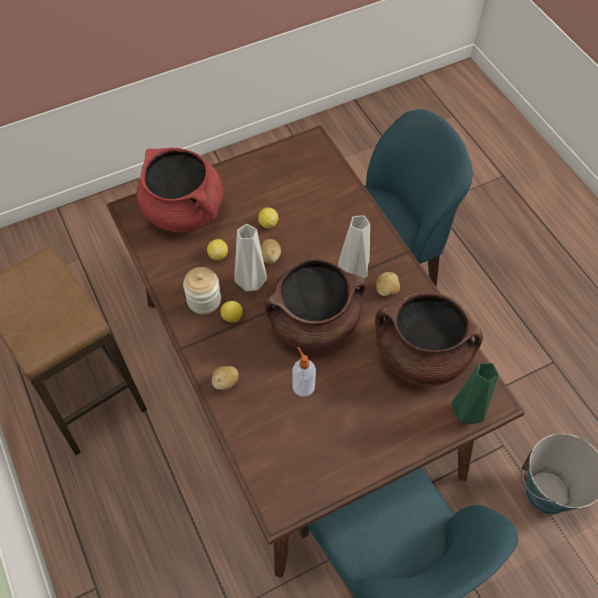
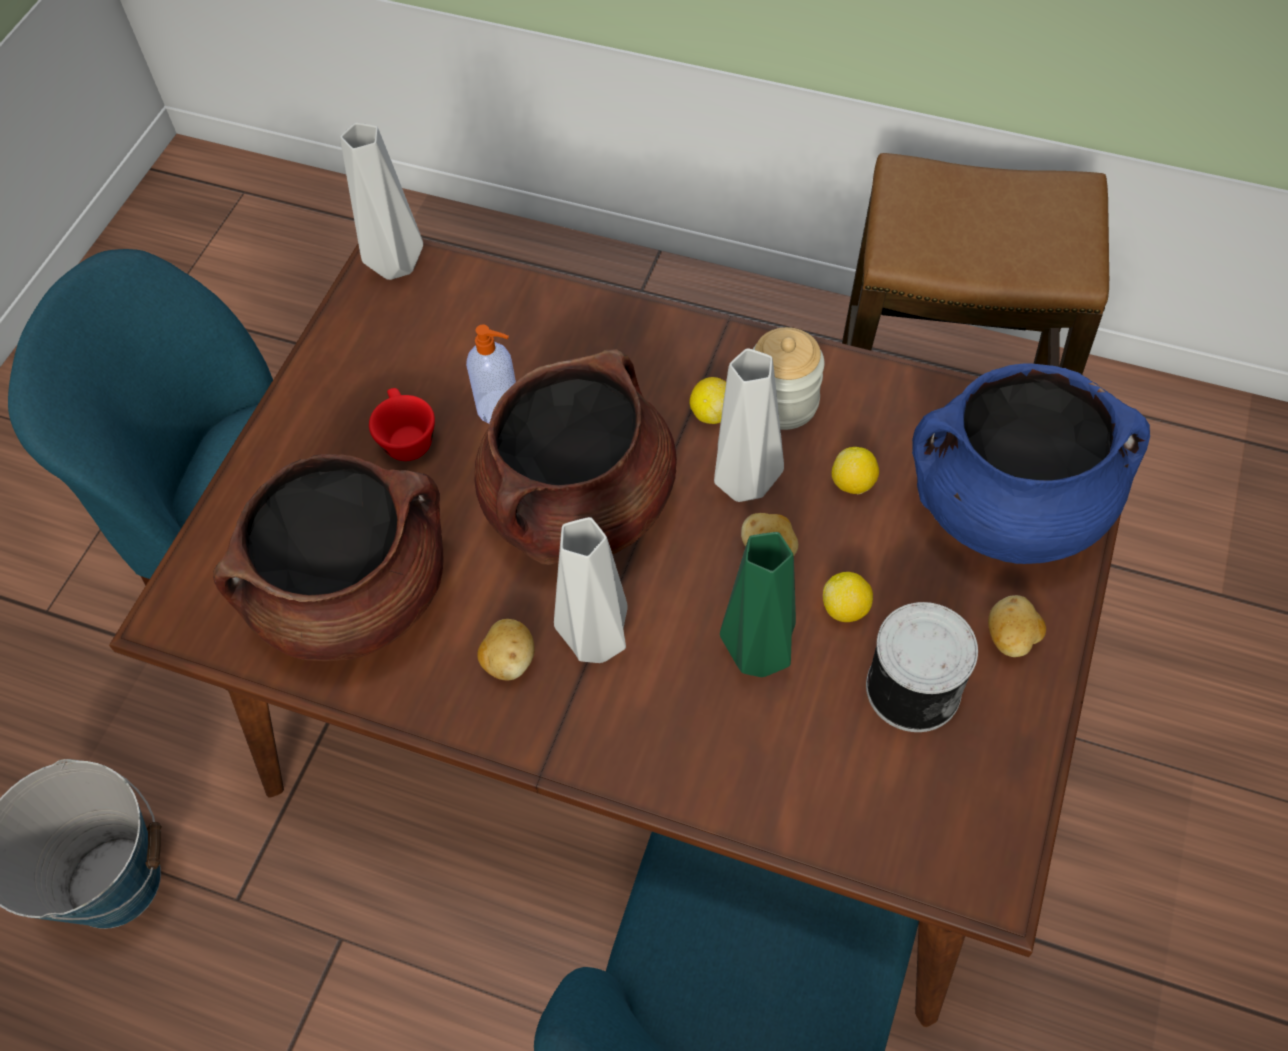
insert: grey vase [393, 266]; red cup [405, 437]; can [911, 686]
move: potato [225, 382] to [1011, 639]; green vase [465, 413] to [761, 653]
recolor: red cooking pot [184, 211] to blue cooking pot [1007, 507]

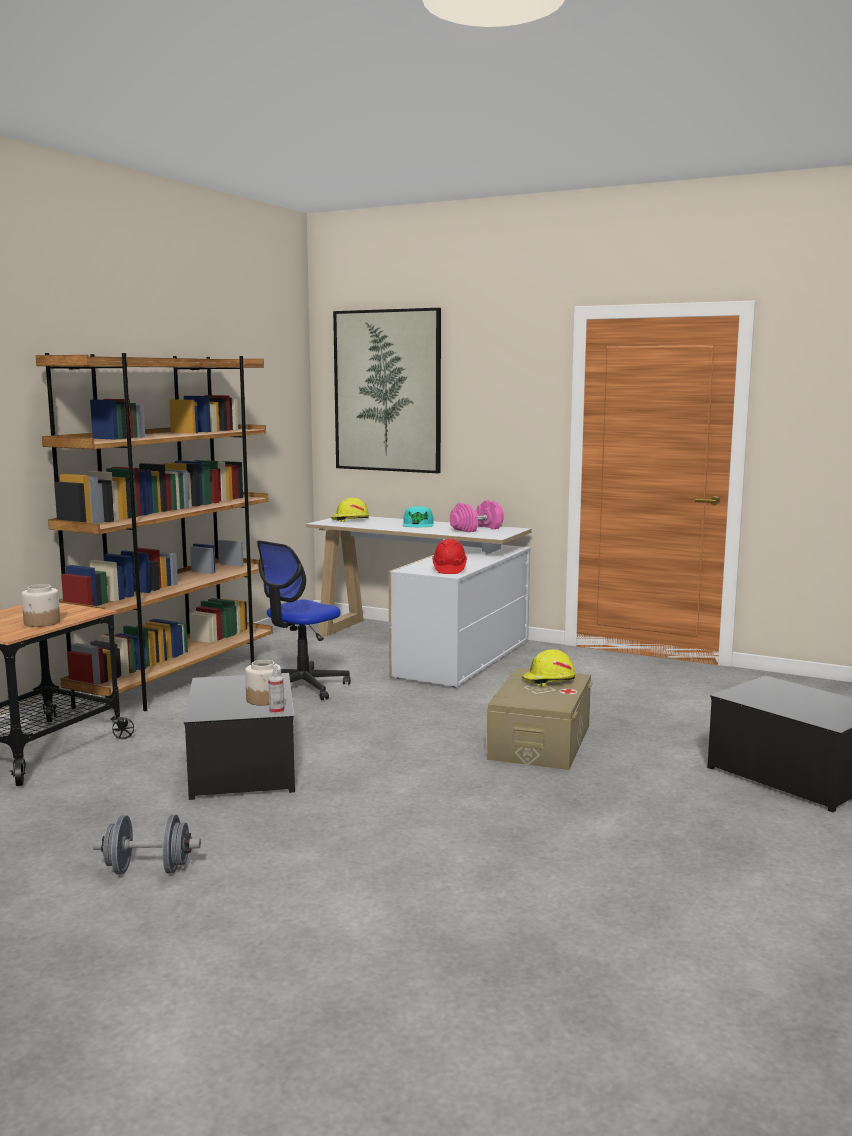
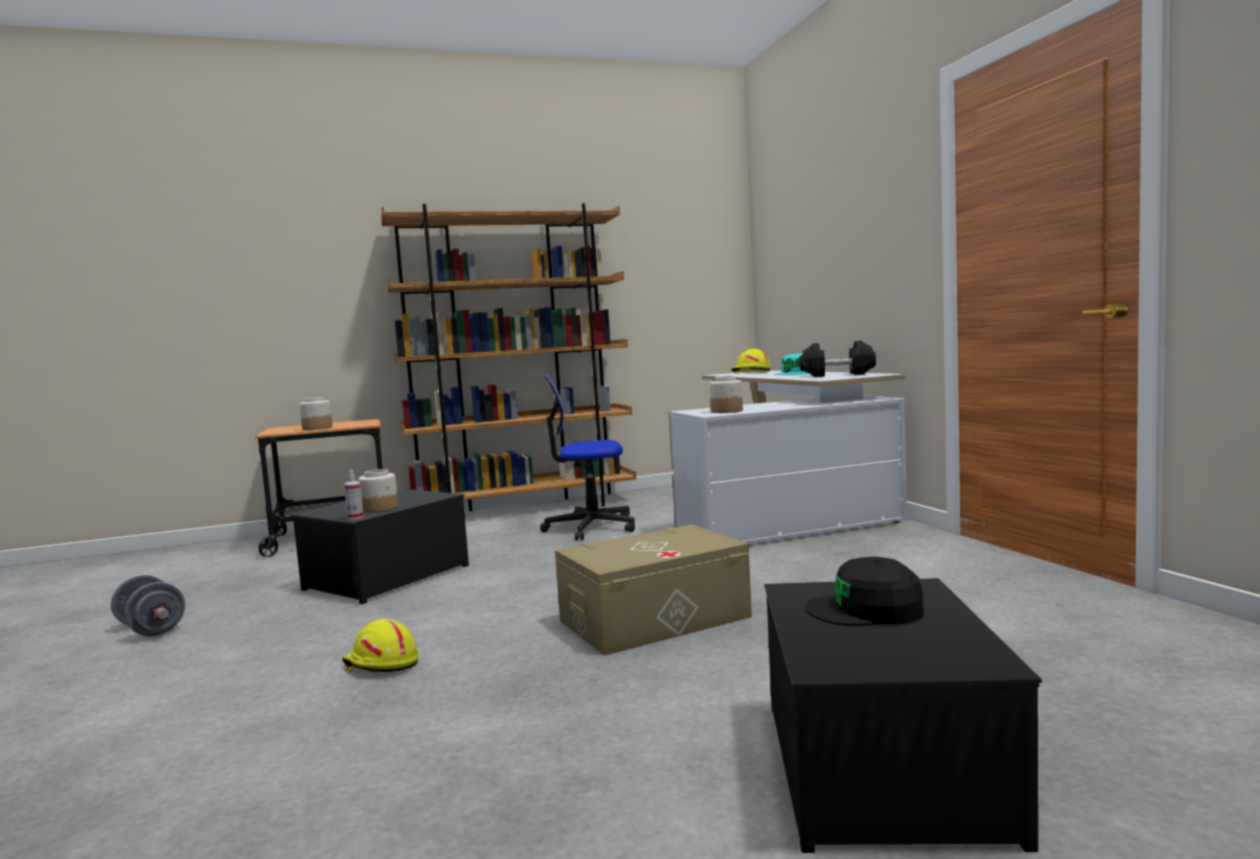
delete: picture [387, 391]
insert: black cap [866, 610]
move: yellow hard hat [548, 680] to [380, 665]
replace: red hard hat [449, 569] to jar [726, 411]
recolor: pink dumbbell [476, 529] to black dumbbell [837, 375]

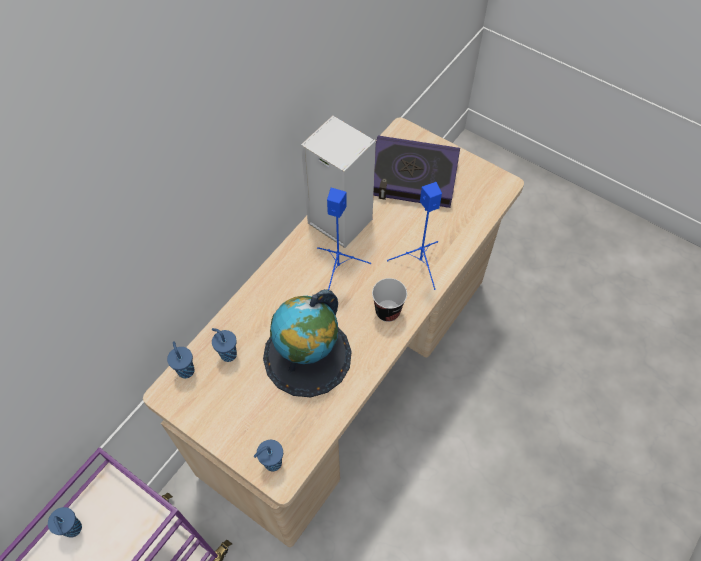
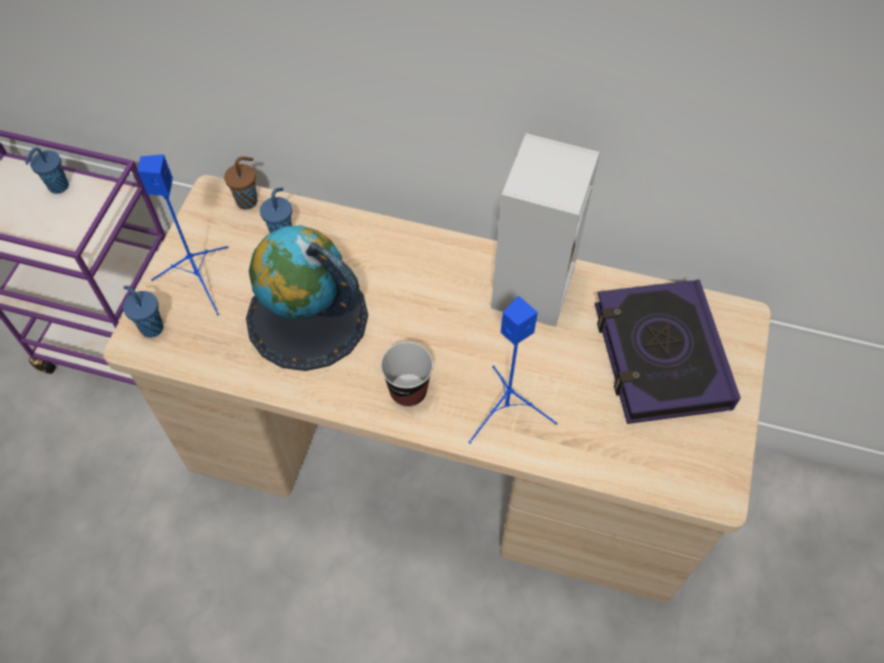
move: blue speaker [337, 268] to [199, 279]
recolor: blue cup [185, 370] to brown cup [248, 201]

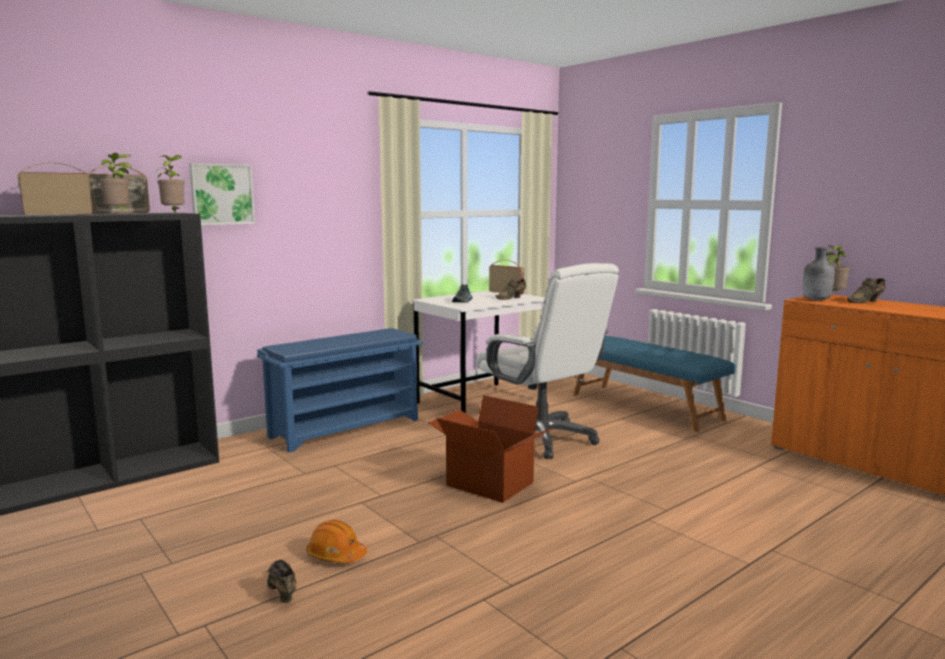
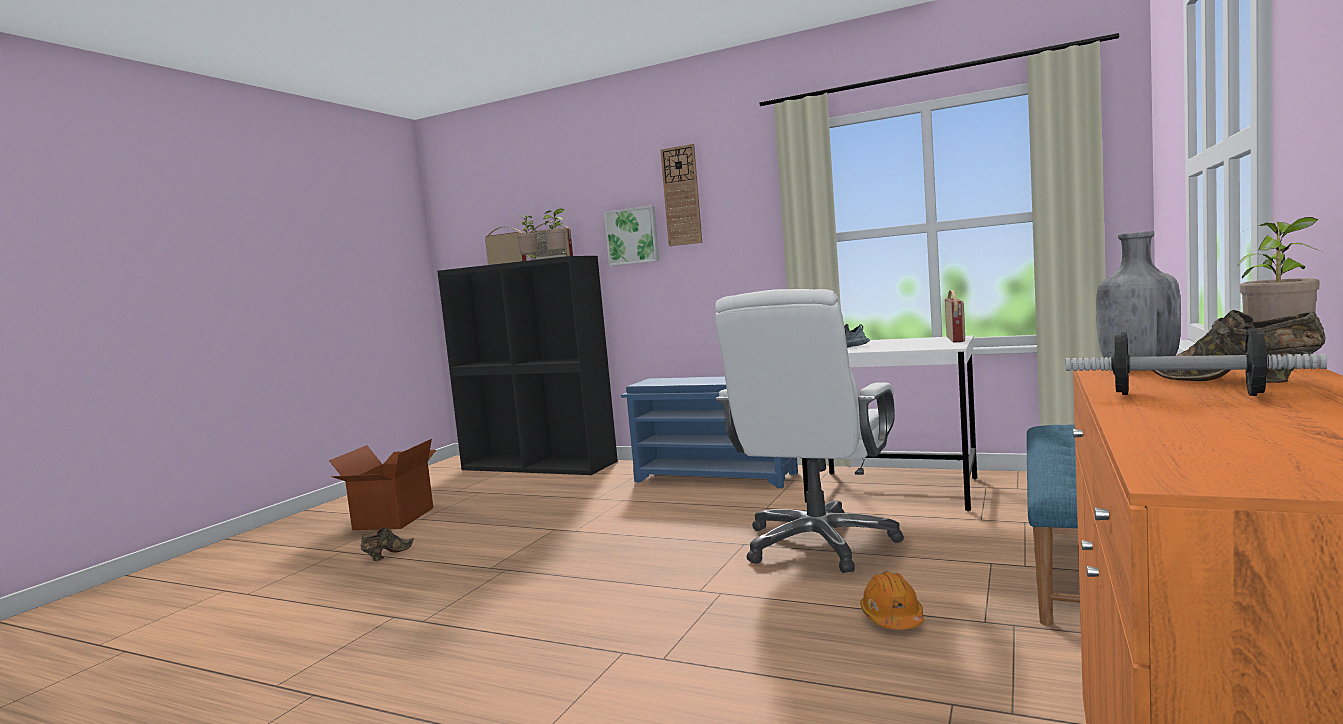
delete: brown shoe [512, 298]
insert: wall clock [681, 196]; dumbbell [1186, 395]
move: orange hard hat [336, 555] to [892, 618]; cardboard box [488, 484] to [392, 518]

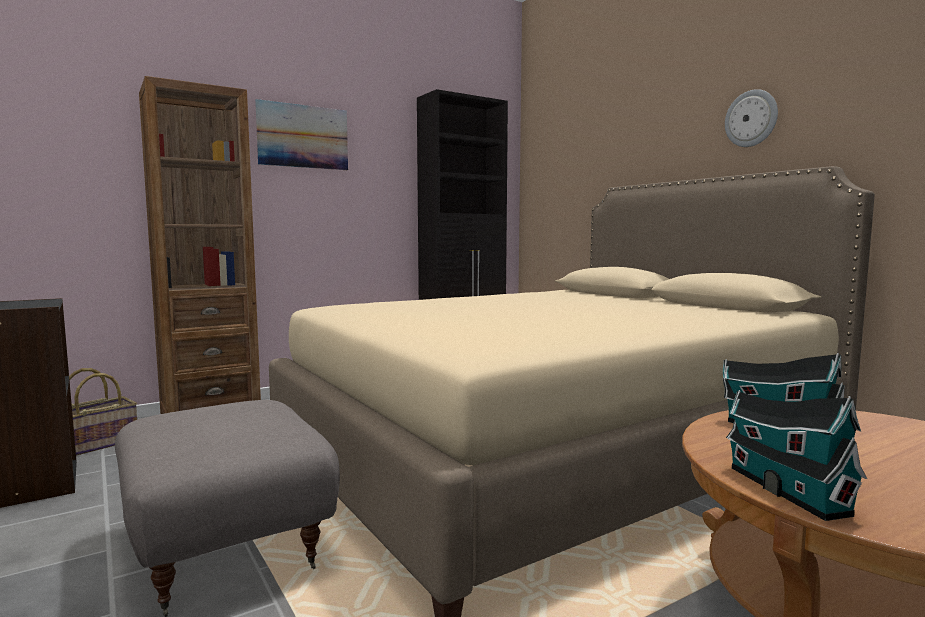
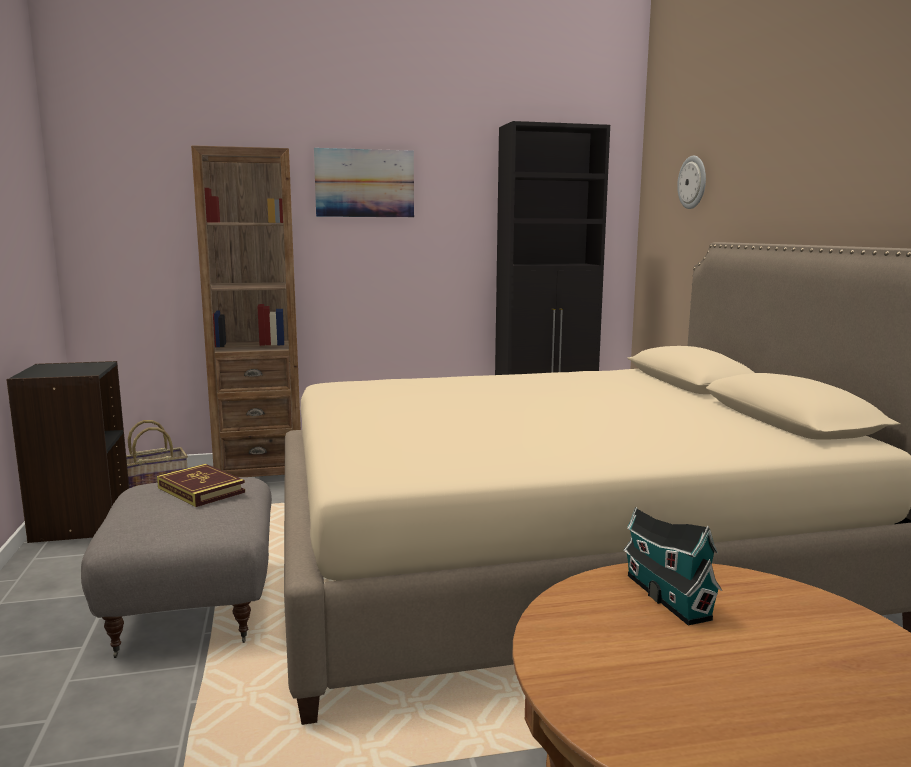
delete: toy house [783, 488]
insert: book [201, 490]
move: wall clock [751, 118] to [693, 182]

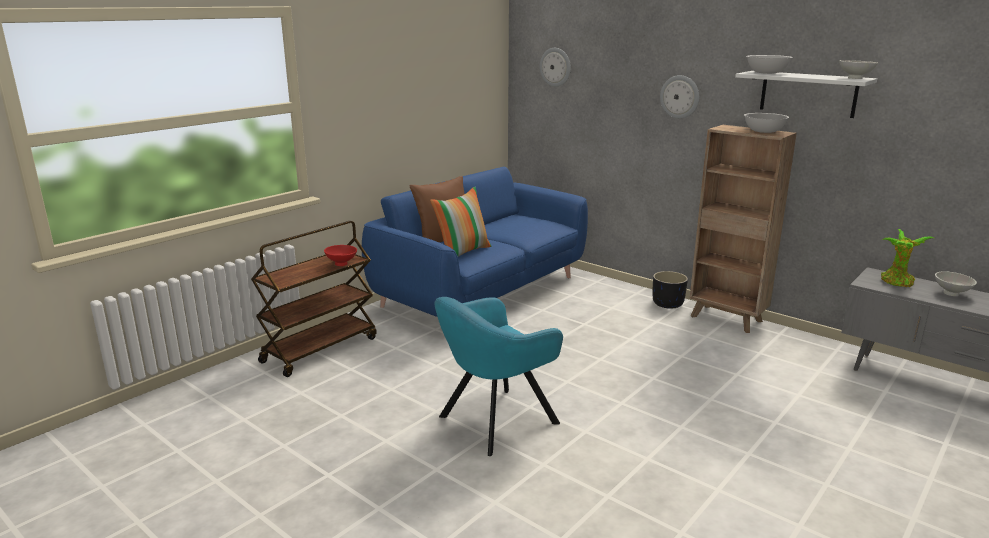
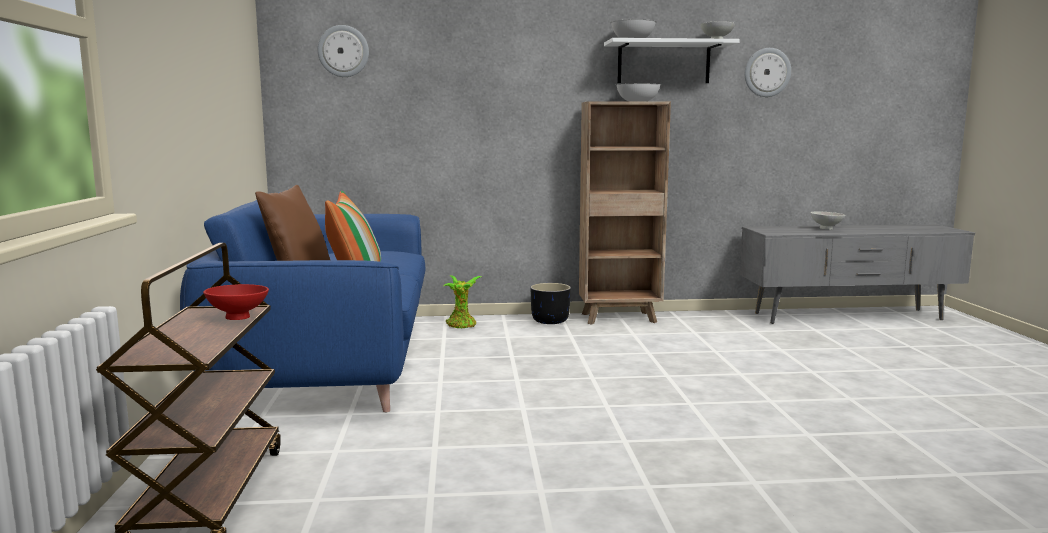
delete: turquoise armchair [494, 421]
move: wall clock [680, 97] to [767, 72]; potted plant [897, 282] to [462, 325]

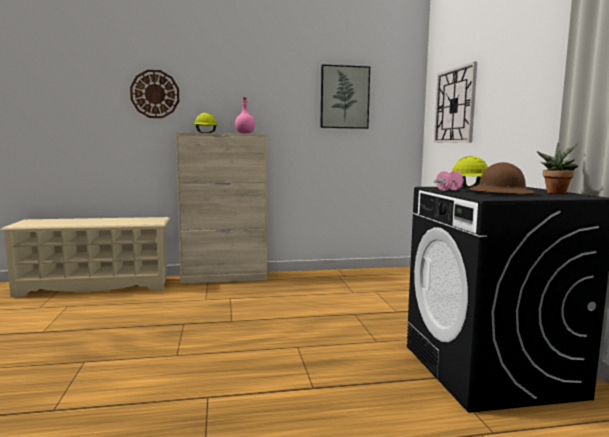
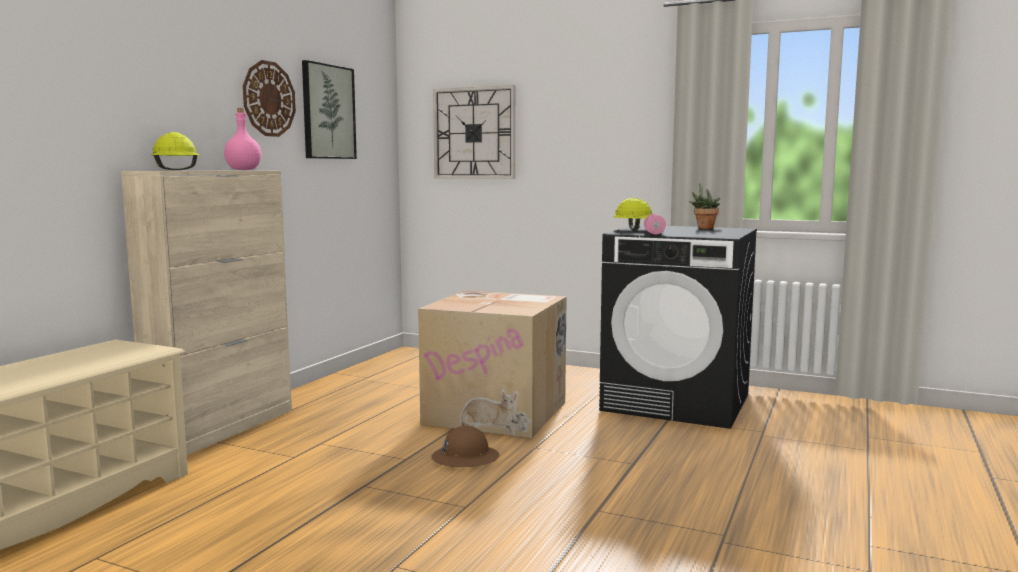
insert: cardboard box [498, 412]
move: wall clock [155, 94] to [268, 99]; brown hard hat [501, 193] to [465, 458]

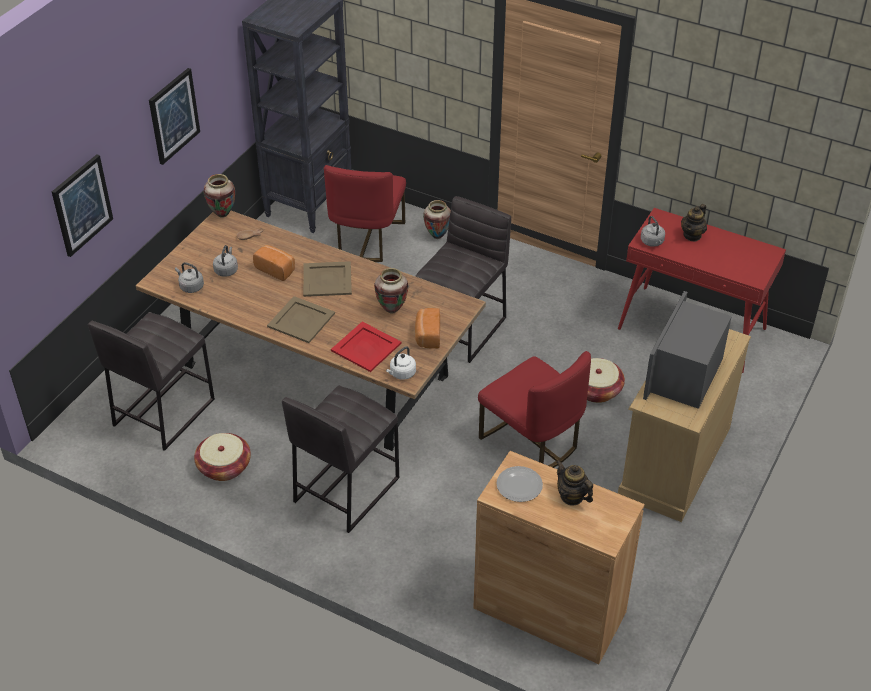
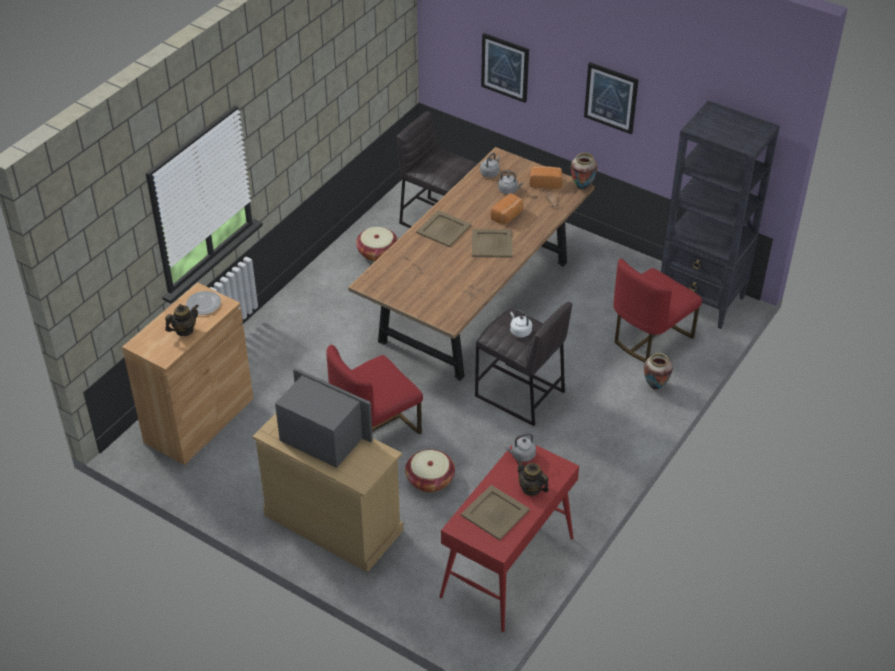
delete: grey stool [345, 489]; red tray [366, 347]; vase [392, 310]
insert: beige tray [495, 512]
move: white kettle [401, 374] to [519, 331]; bread [427, 336] to [545, 183]
rotate: red chair [367, 239] = [649, 337] 60 degrees counterclockwise

